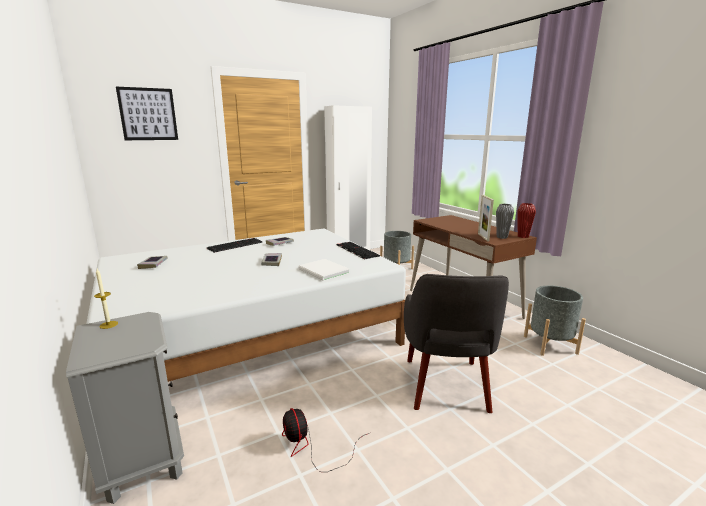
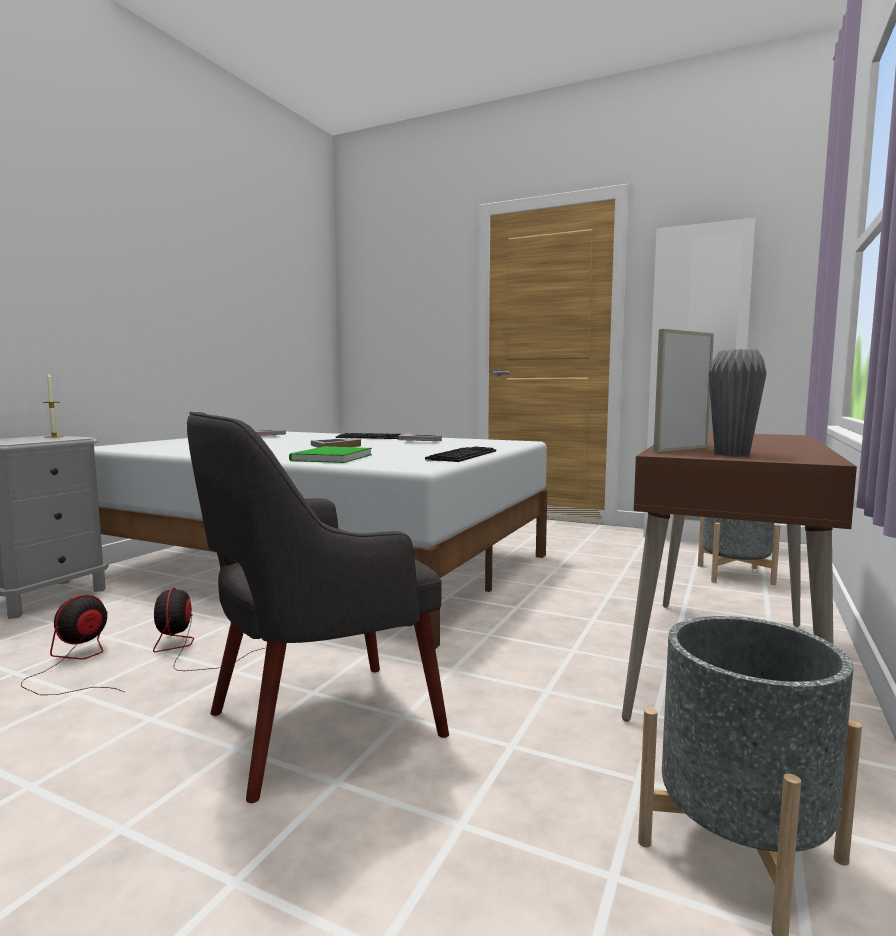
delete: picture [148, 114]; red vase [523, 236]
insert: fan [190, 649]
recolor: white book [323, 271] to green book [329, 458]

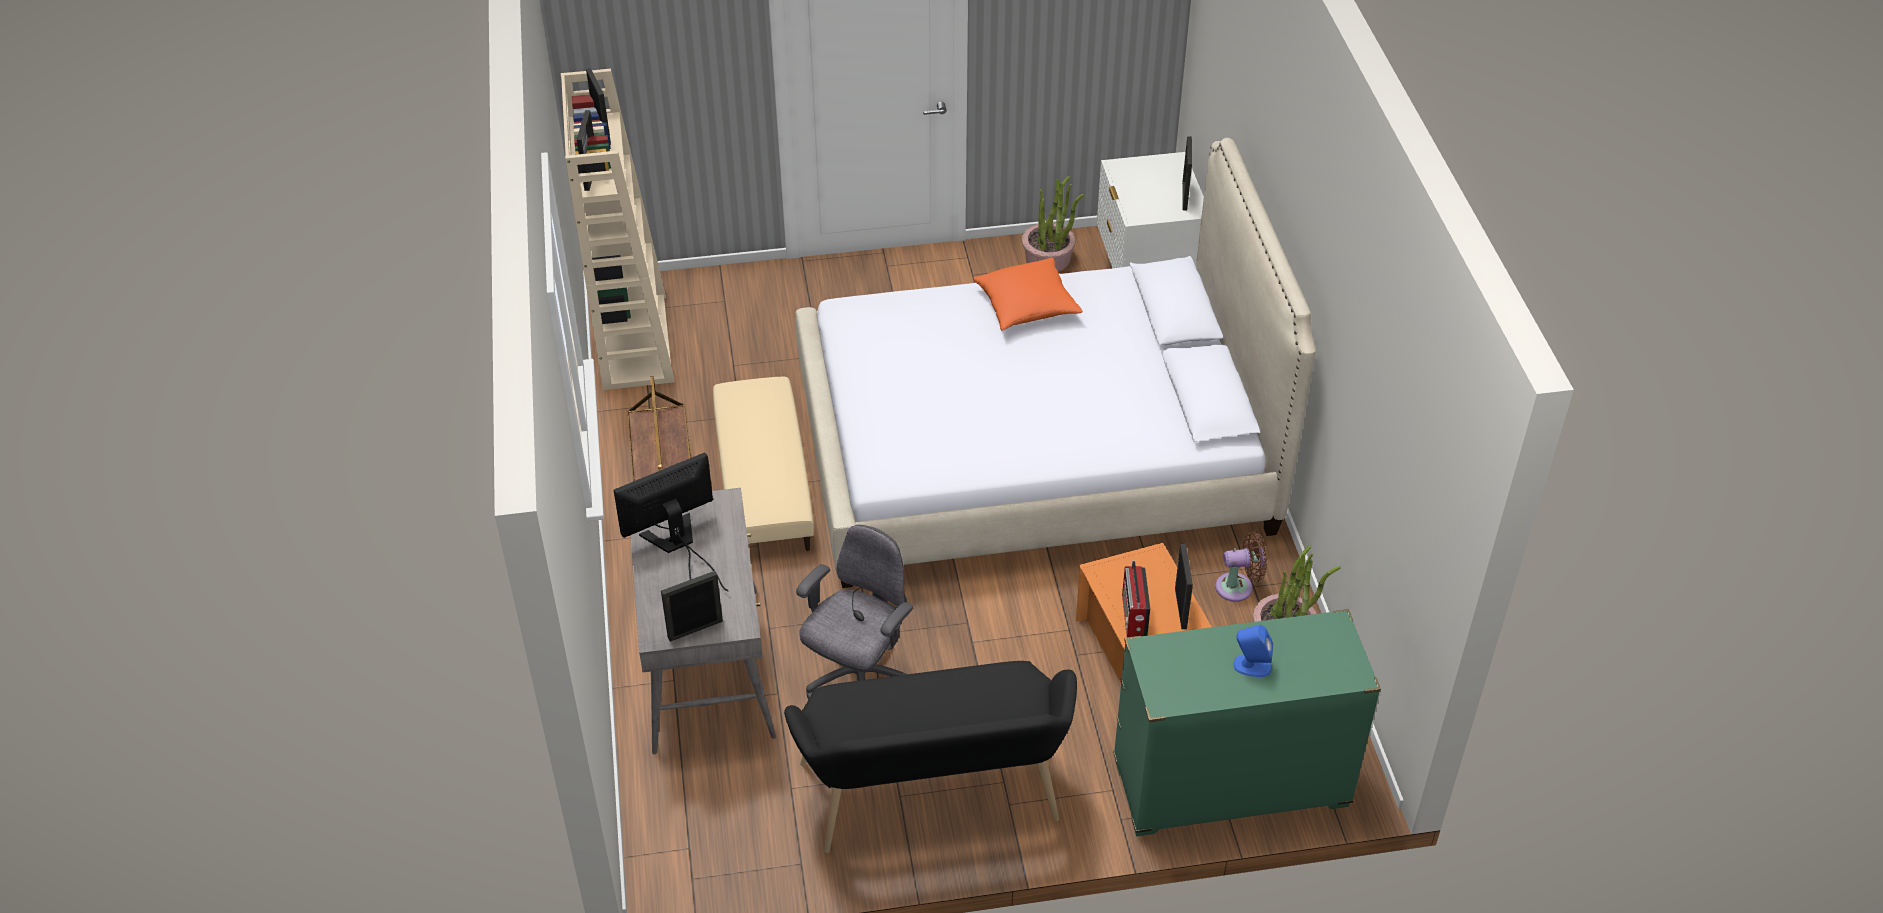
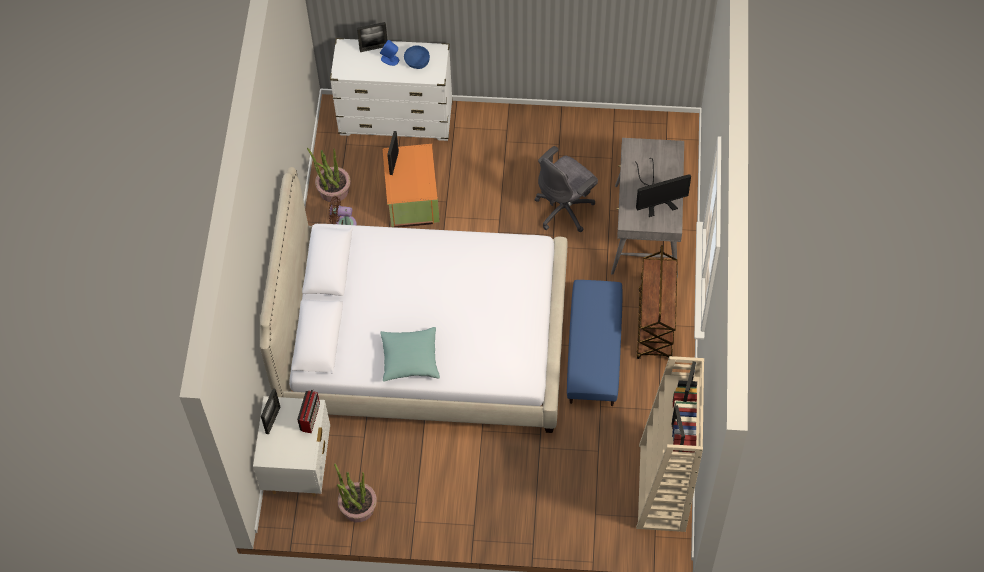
delete: black bench [934, 801]
insert: blue bowl [417, 62]
move: picture frame [695, 629] to [373, 48]; radio [1133, 617] to [310, 416]
recolor: beige ottoman [764, 482] to blue ottoman [593, 349]; orange pillow [1027, 306] to turquoise pillow [410, 359]; green dresser [1230, 784] to white dresser [396, 119]

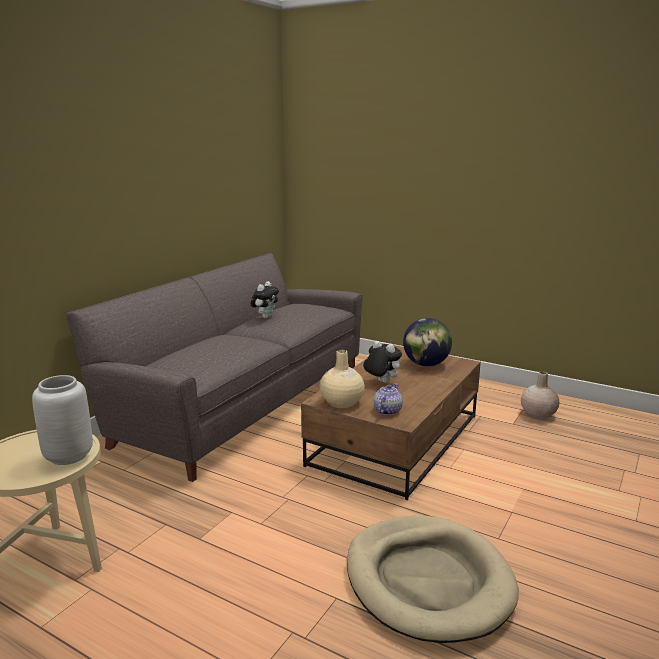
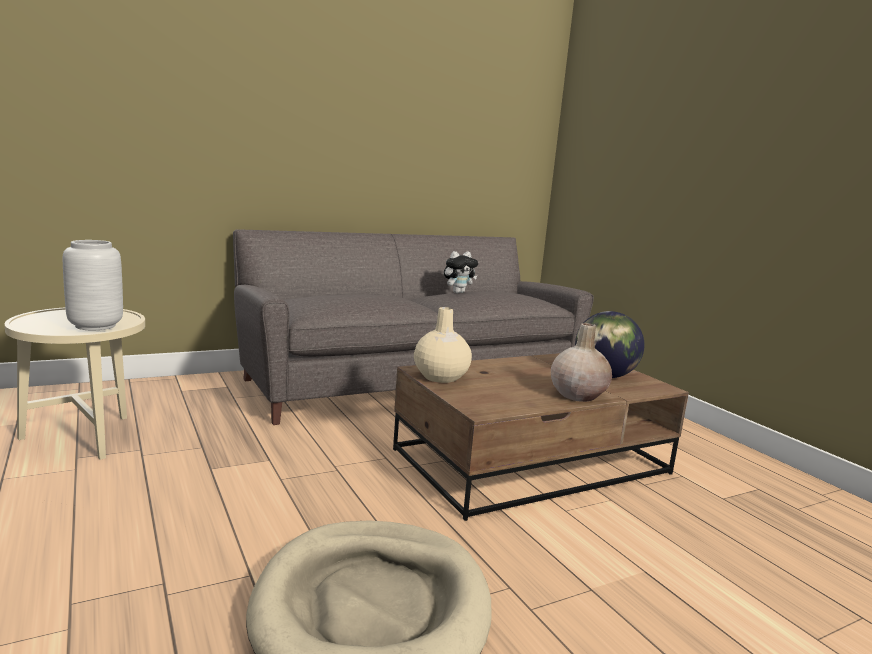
delete: plush toy [381, 382]; teapot [387, 410]
move: beige vase [538, 414] to [578, 395]

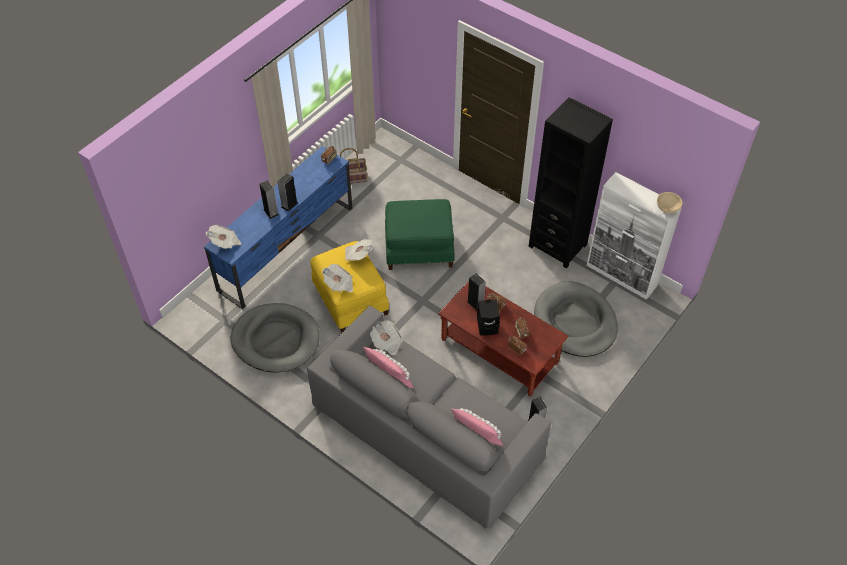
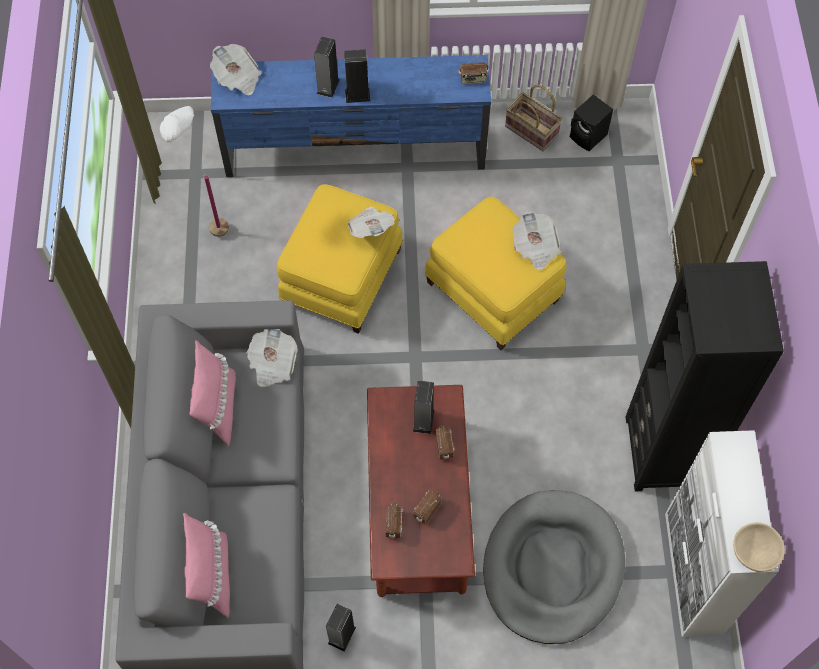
move: newspaper [339, 284] to [535, 248]; black speaker [488, 326] to [589, 137]
replace: grey dog bed [276, 340] to white floor lamp [214, 245]
recolor: green ottoman [419, 248] to yellow ottoman [494, 290]

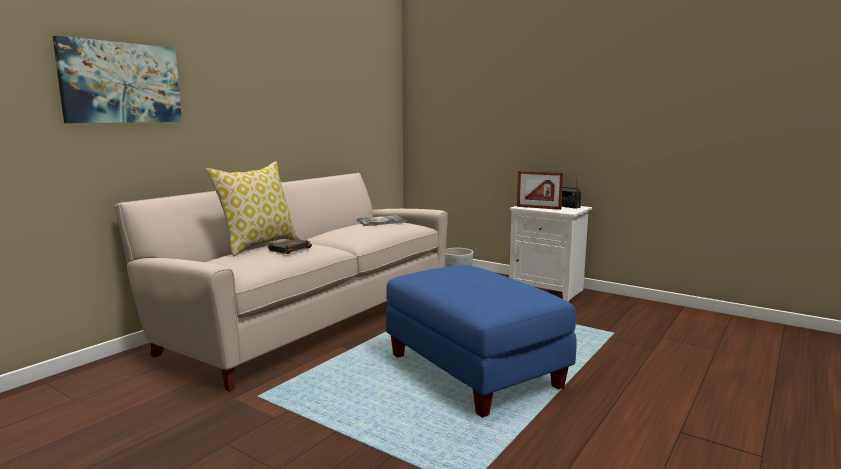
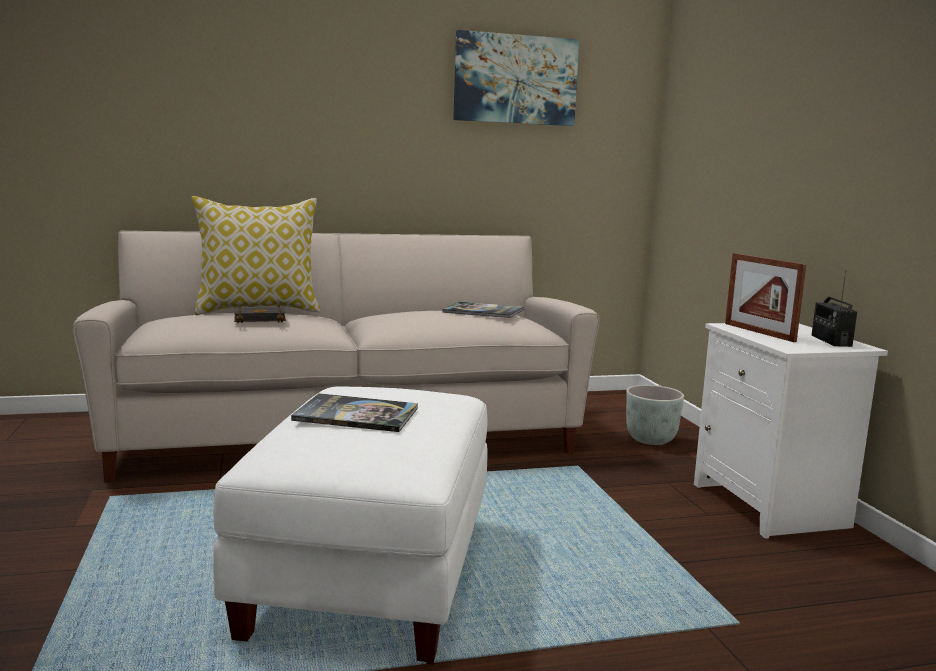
insert: book [356, 415]
move: picture [121, 83] to [515, 79]
recolor: blue ottoman [471, 371] to white ottoman [369, 573]

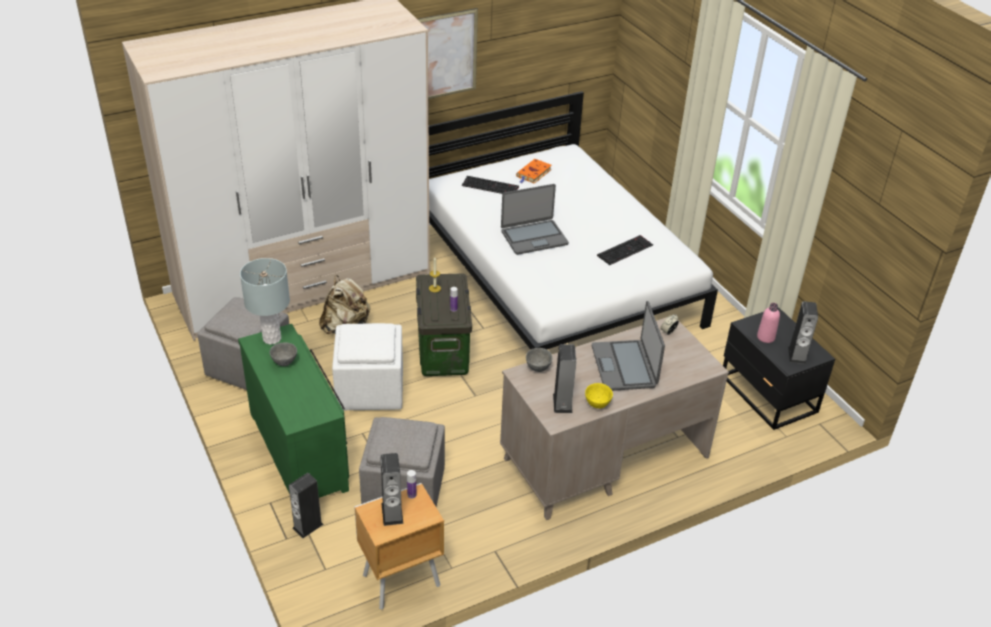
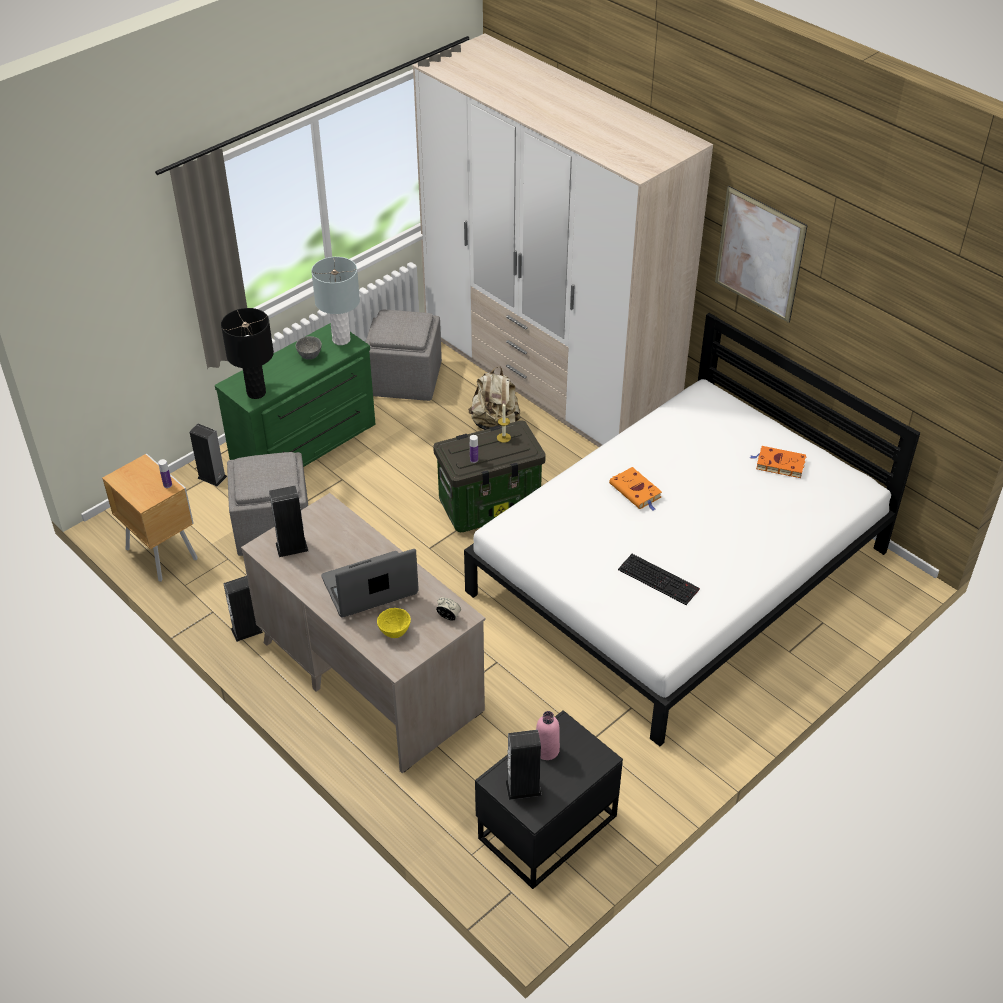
delete: white ottoman [369, 389]; keyboard [491, 186]; grey bowl [538, 368]
insert: black table lamp [256, 393]
move: speaker [392, 513] to [246, 630]; yellow bowl [598, 404] to [395, 633]
replace: laptop [534, 237] to orange book [636, 491]

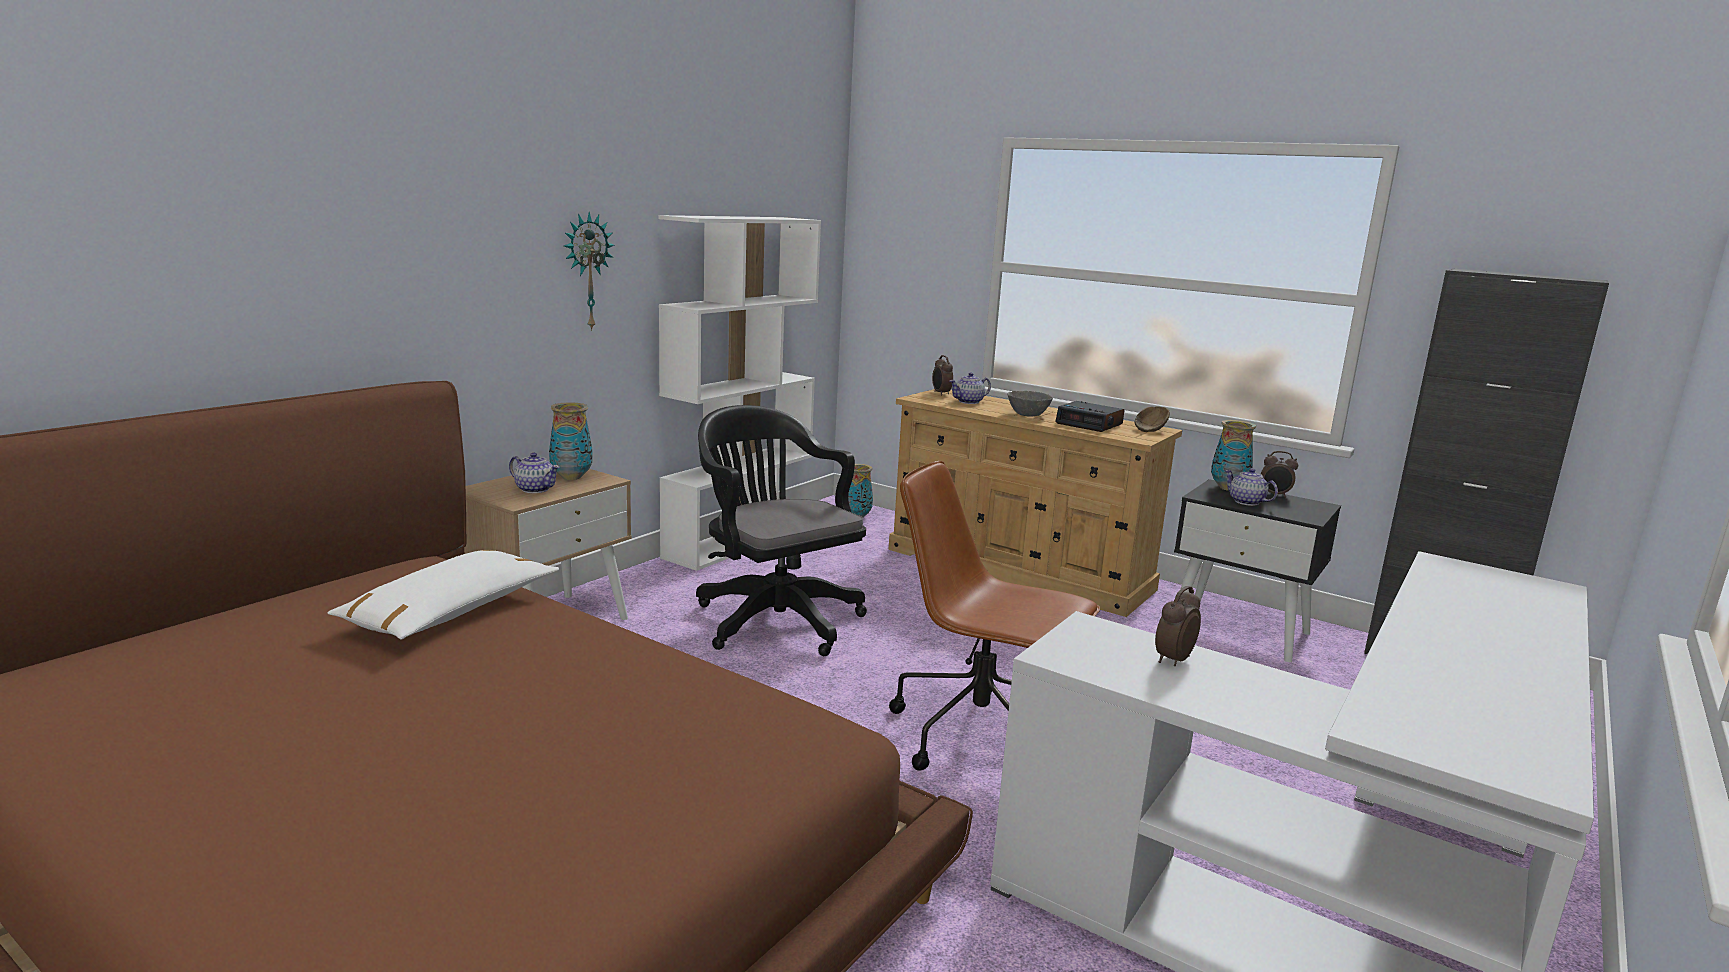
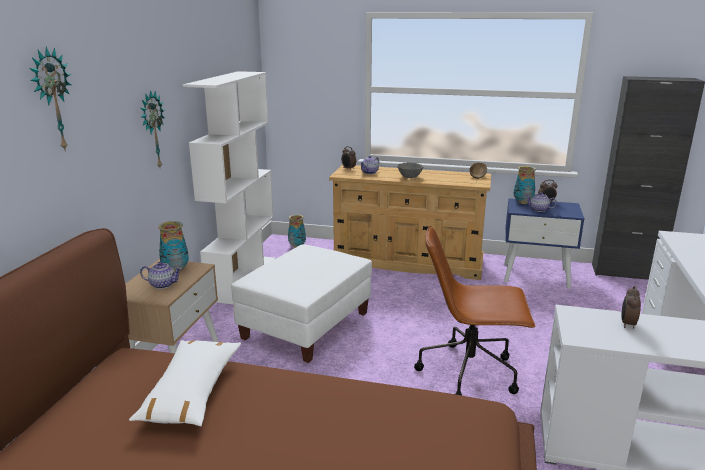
delete: alarm clock [1090, 424]
insert: wall clock [52, 100]
replace: black office chair [773, 618] to white ottoman [306, 326]
recolor: black nightstand [1240, 630] to blue nightstand [536, 275]

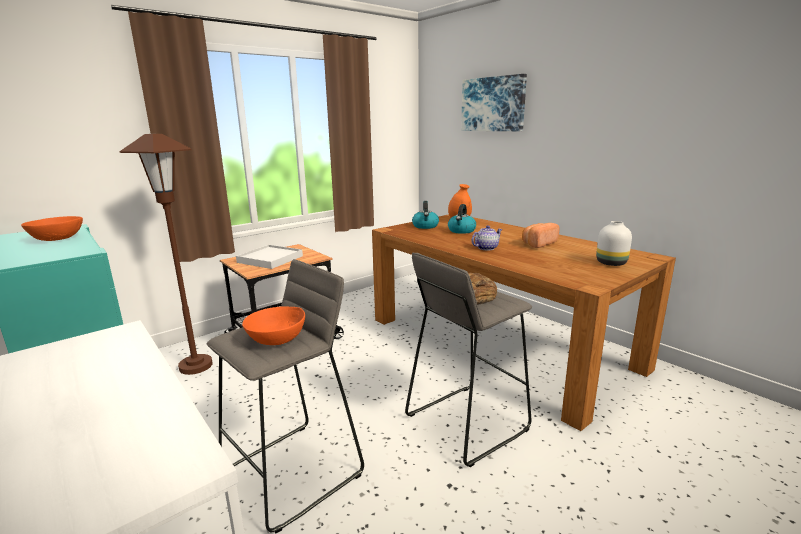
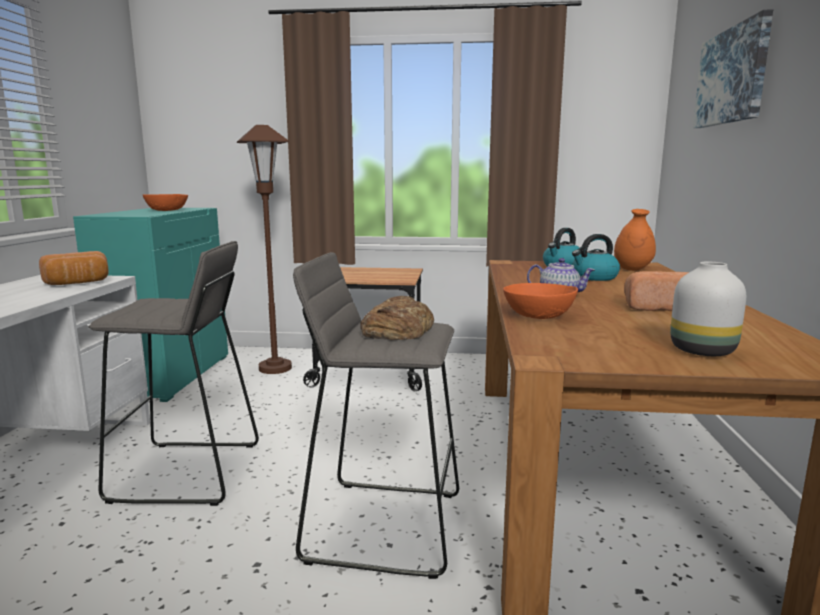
delete: white tray [270, 259]
insert: bread [78, 283]
move: orange bowl [276, 339] to [538, 316]

